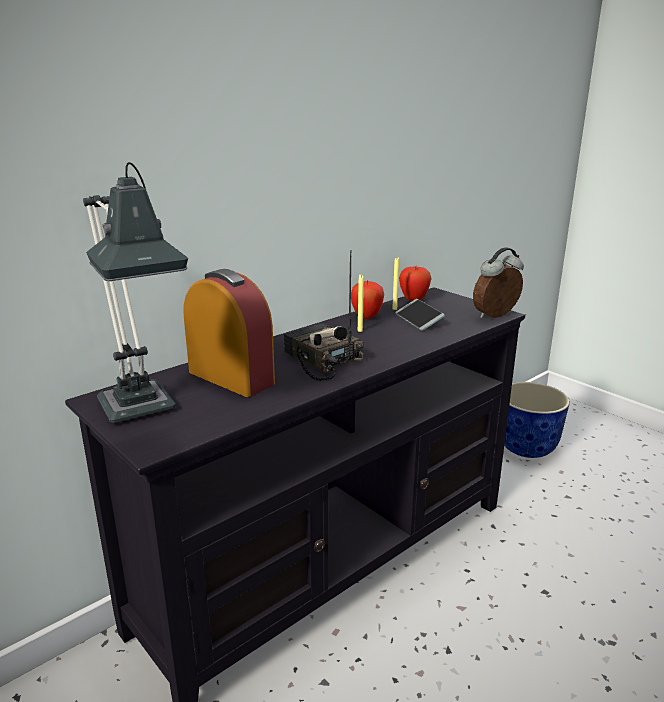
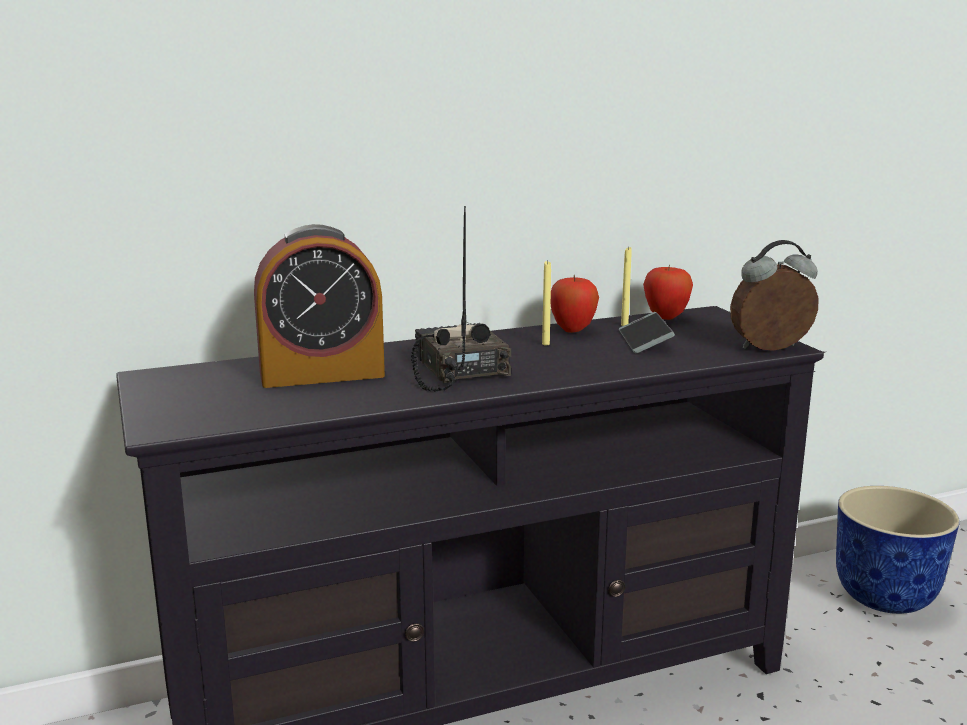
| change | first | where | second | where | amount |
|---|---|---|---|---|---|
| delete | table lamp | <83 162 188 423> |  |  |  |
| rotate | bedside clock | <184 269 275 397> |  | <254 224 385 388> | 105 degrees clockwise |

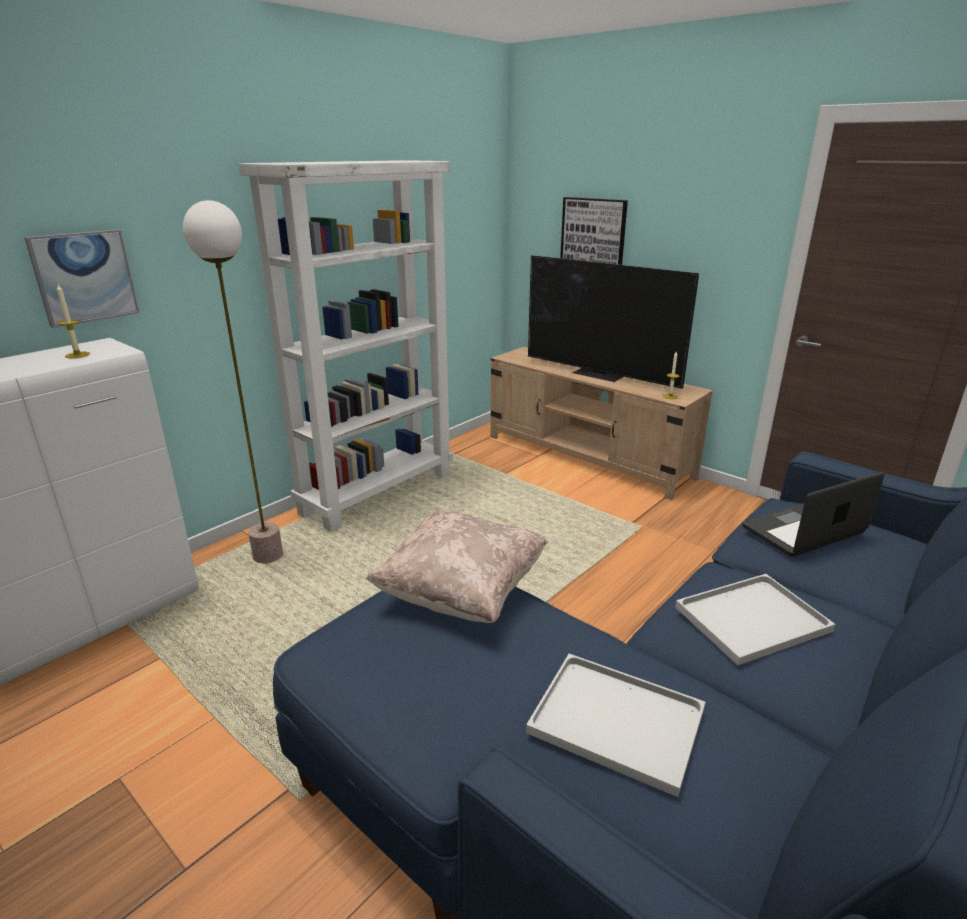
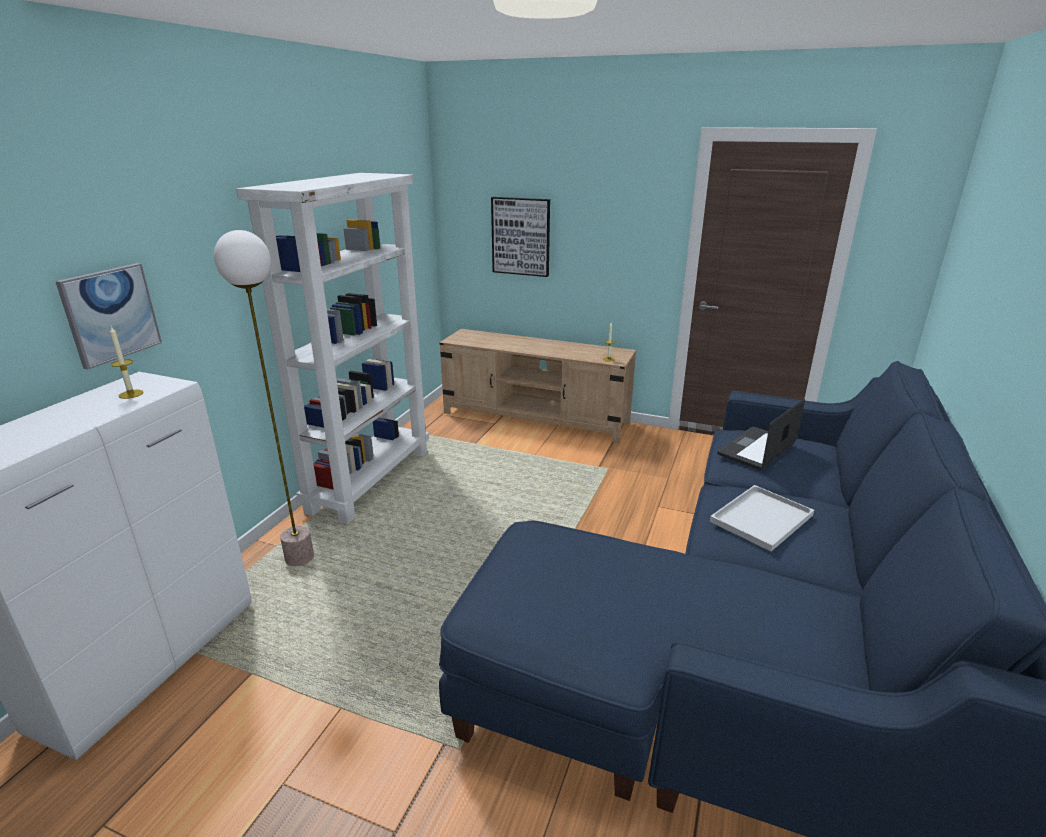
| change | first | where | second | where | amount |
|---|---|---|---|---|---|
| delete | pillow in sand-coloured | <366 510 548 623> |  |  |  |
| delete | carrying tray in whitish | <526 654 705 797> |  |  |  |
| delete | TV set | <528 255 699 389> |  |  |  |

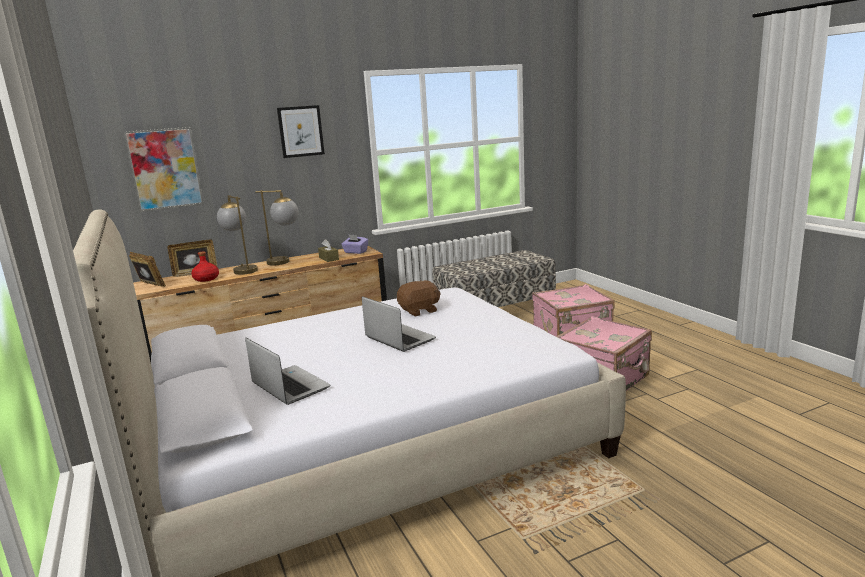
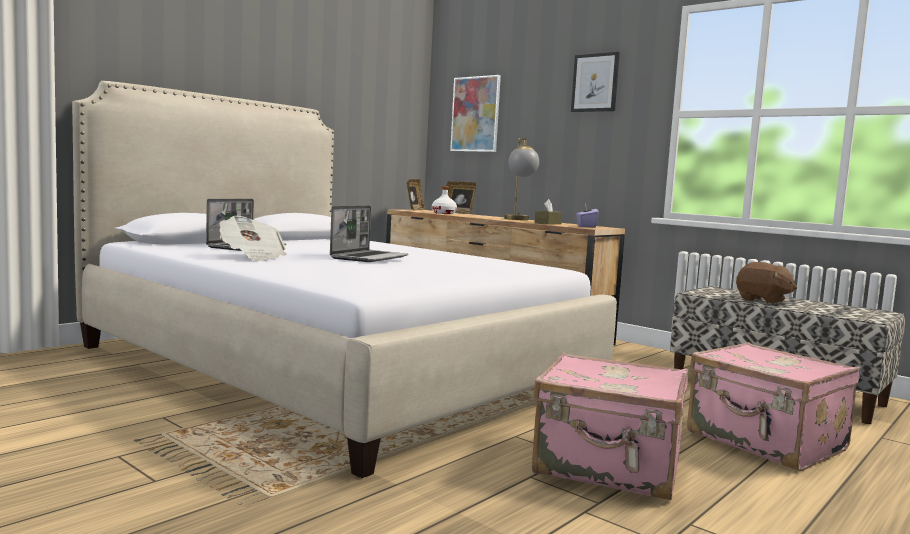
| change | first | where | second | where | amount |
|---|---|---|---|---|---|
| delete | table lamp | <217 195 258 275> |  |  |  |
| insert |  |  | printed paper | <219 216 287 261> |  |
| move | cuddly toy in brown-coloured | <397 280 441 316> |  | <736 262 797 304> |  |
| recolor | drink bottle in red | <191 251 219 282> | drink bottle in whitish | <432 186 457 214> |  |

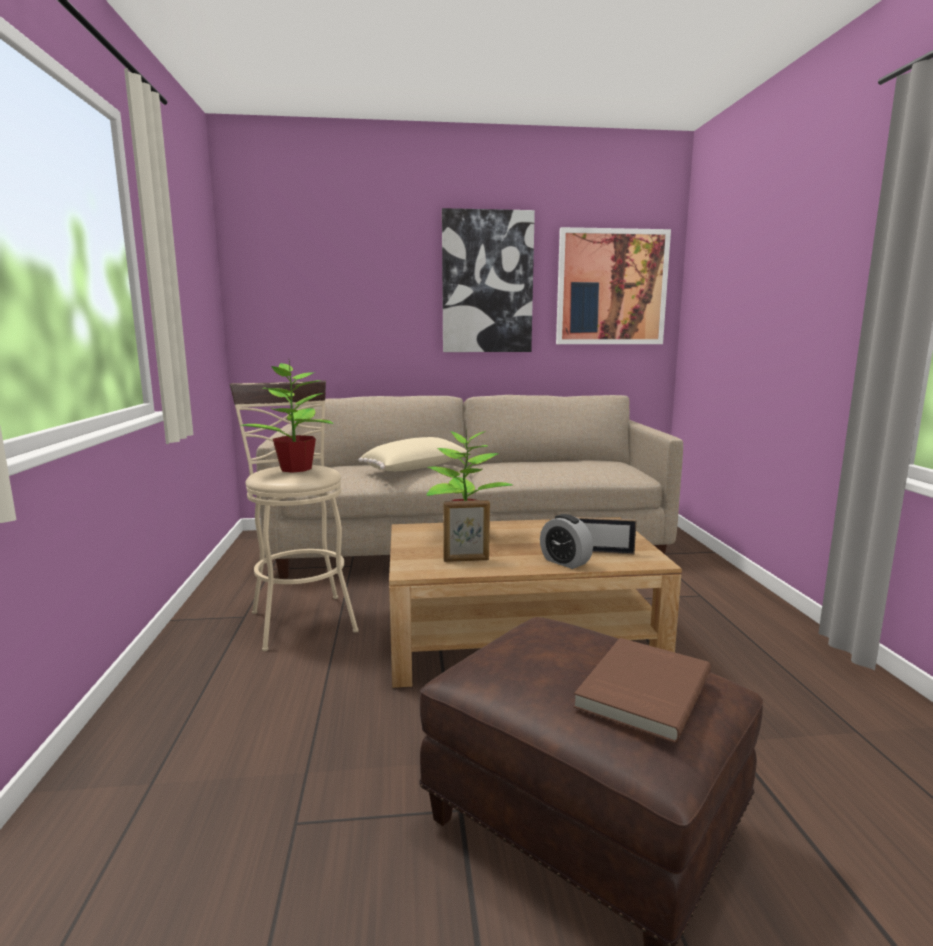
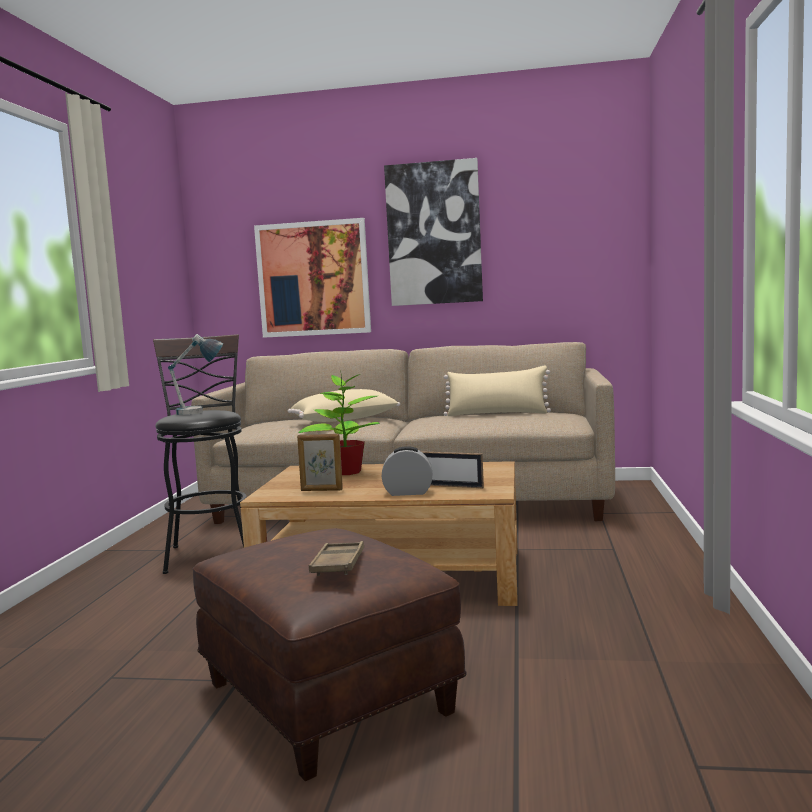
| change | first | where | second | where | amount |
|---|---|---|---|---|---|
| insert |  |  | pillow in sand-coloured | <444 366 551 416> |  |
| move | wall picture | <556 227 671 344> |  | <254 218 371 338> |  |
| replace | houseplant | <240 361 333 473> | table lamp | <168 334 223 415> |  |
| replace | bound book in brown-coloured | <574 638 711 743> | carrying tray in brown-coloured | <309 541 364 576> |  |
| recolor | sitting stool in sand-coloured | <230 381 359 651> | sitting stool in black-coloured | <153 334 247 574> |  |
| rotate | bedside clock | <540 514 593 569> |  | <382 446 432 496> | 120 degrees clockwise |

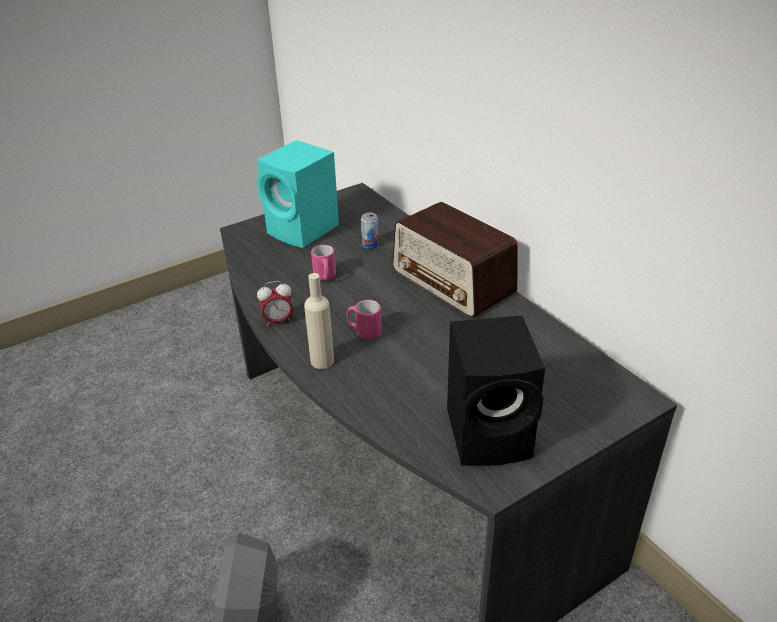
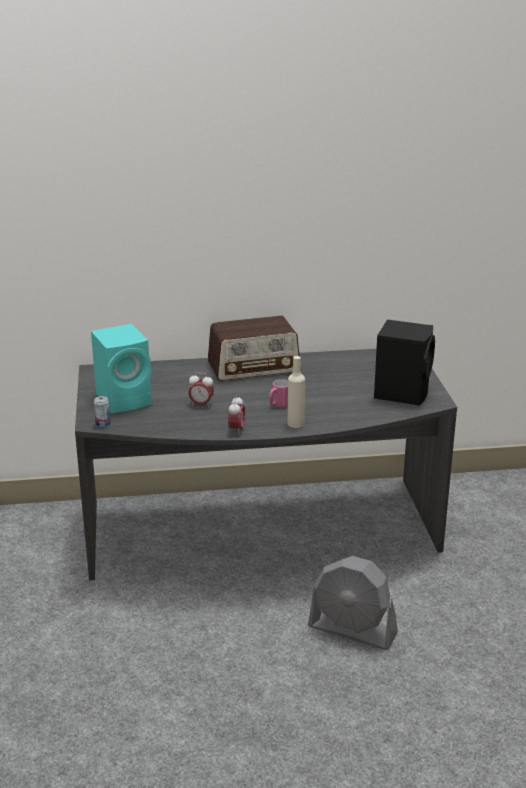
| change | first | where | second | where | amount |
|---|---|---|---|---|---|
| move | sealed can | <361 213 379 249> |  | <94 396 111 428> |  |
| replace | tea mug in pink-coloured | <311 245 336 281> | bedside clock | <188 372 214 407> |  |

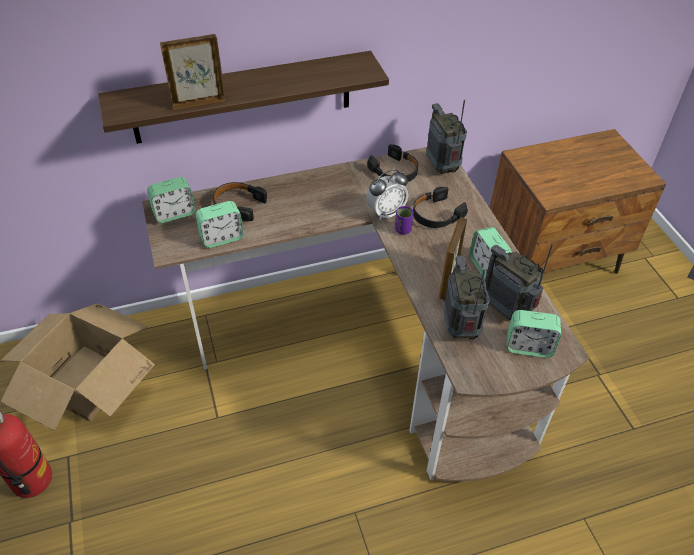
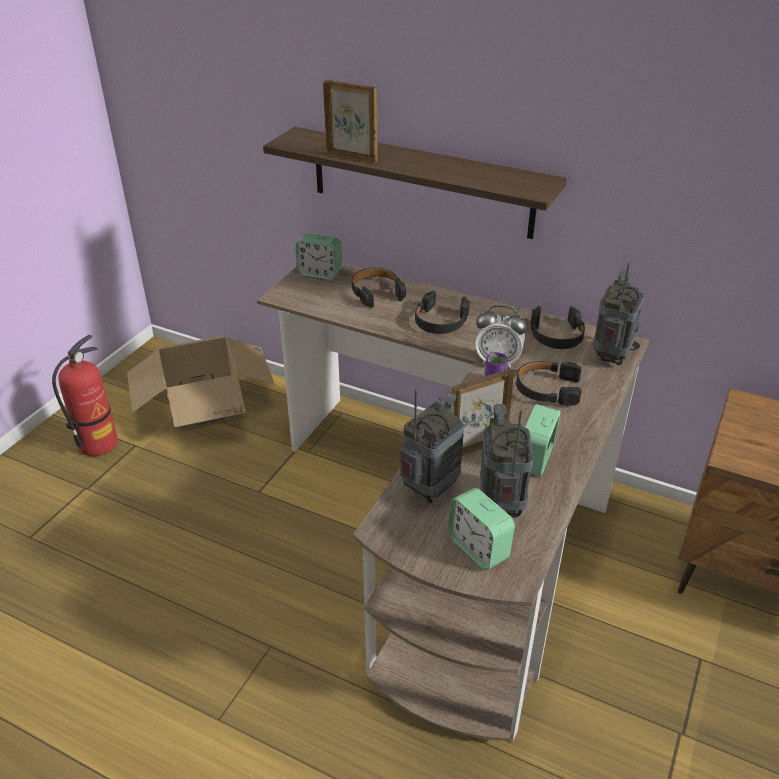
| change | first | where | second | where | amount |
|---|---|---|---|---|---|
| delete | bedside clock | <196 201 244 248> |  |  |  |
| insert |  |  | headset in black-coloured | <415 291 470 334> |  |

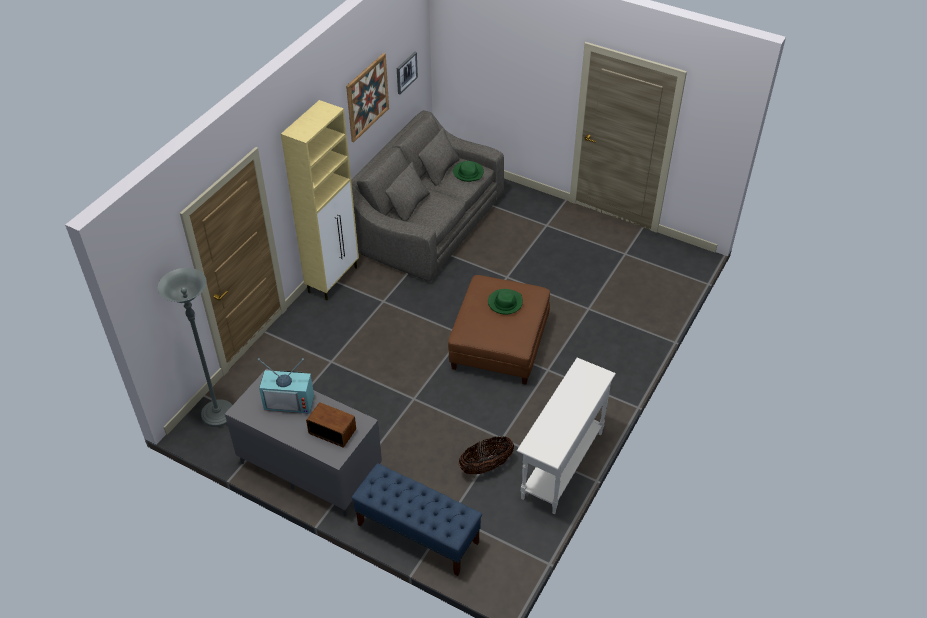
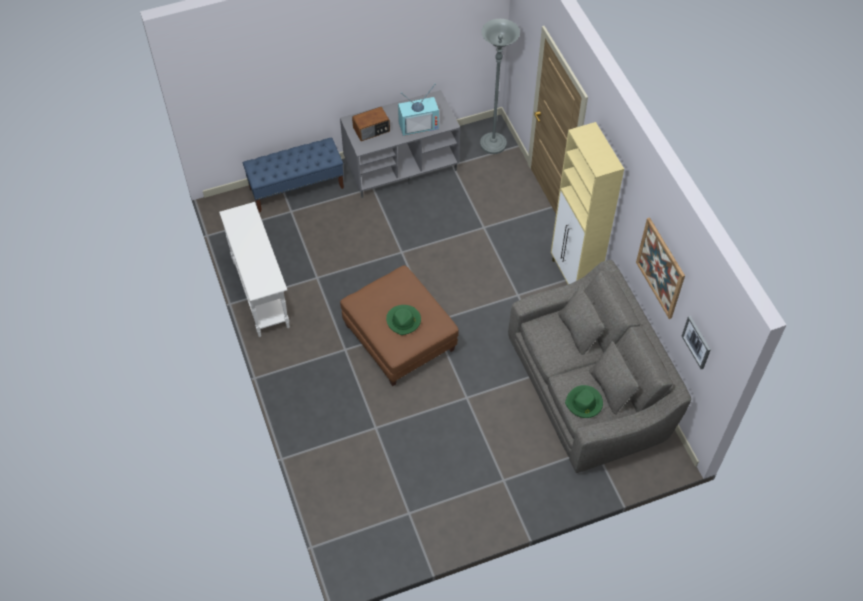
| change | first | where | second | where | amount |
|---|---|---|---|---|---|
| delete | basket | <459 436 514 474> |  |  |  |
| rotate | TV set | <258 358 314 414> |  | <398 83 439 136> | 150 degrees counterclockwise |

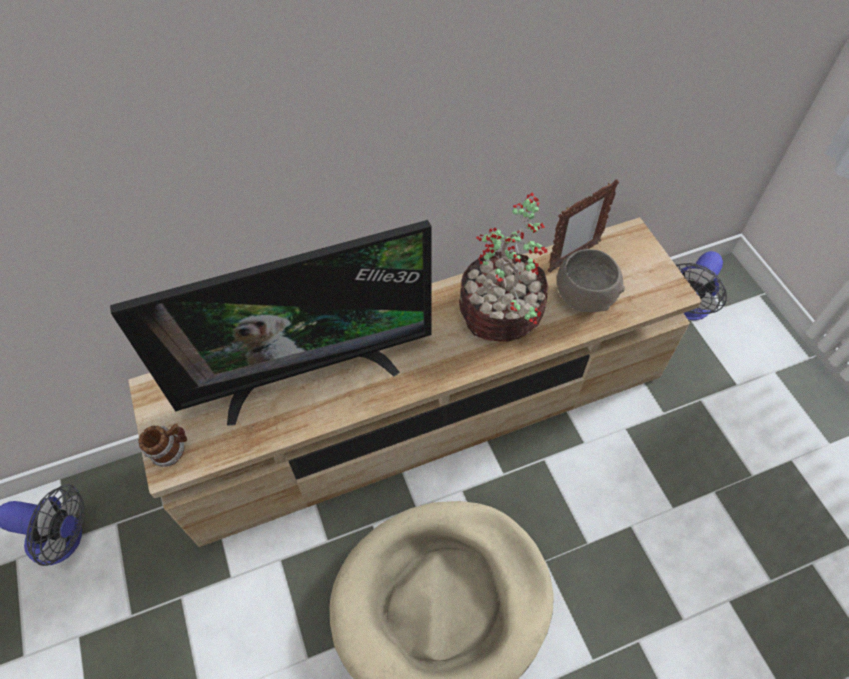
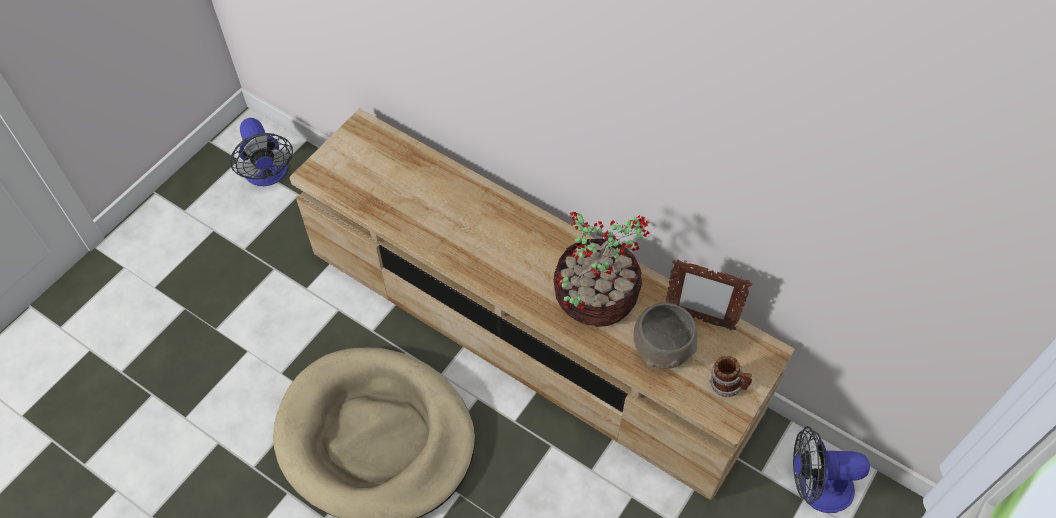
| change | first | where | second | where | amount |
|---|---|---|---|---|---|
| delete | TV set | <110 220 432 425> |  |  |  |
| move | tea mug | <138 424 187 467> |  | <710 356 752 397> |  |

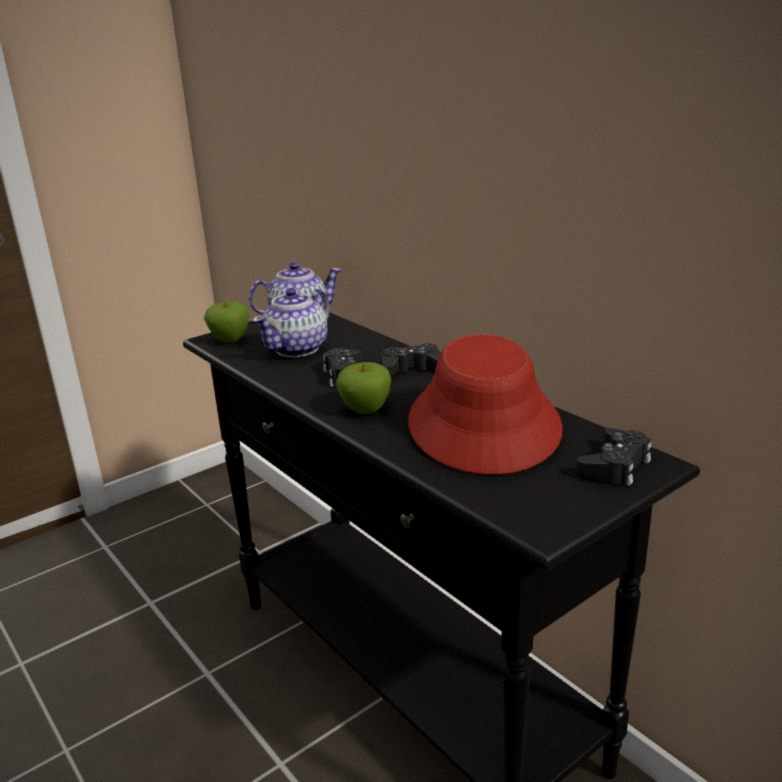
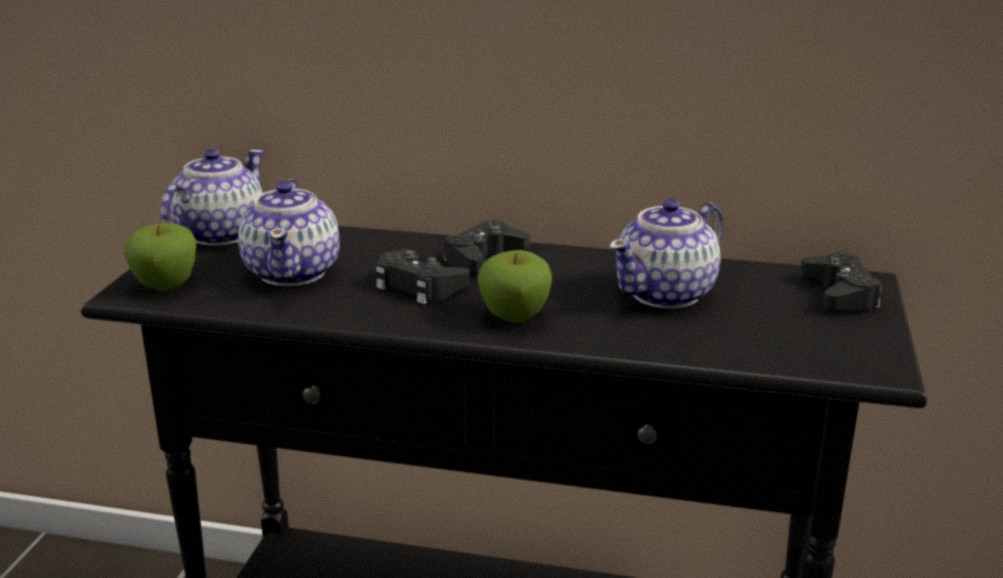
| change | first | where | second | where | amount |
|---|---|---|---|---|---|
| replace | hat in red | <408 334 563 475> | pot for tea | <609 199 723 309> |  |

